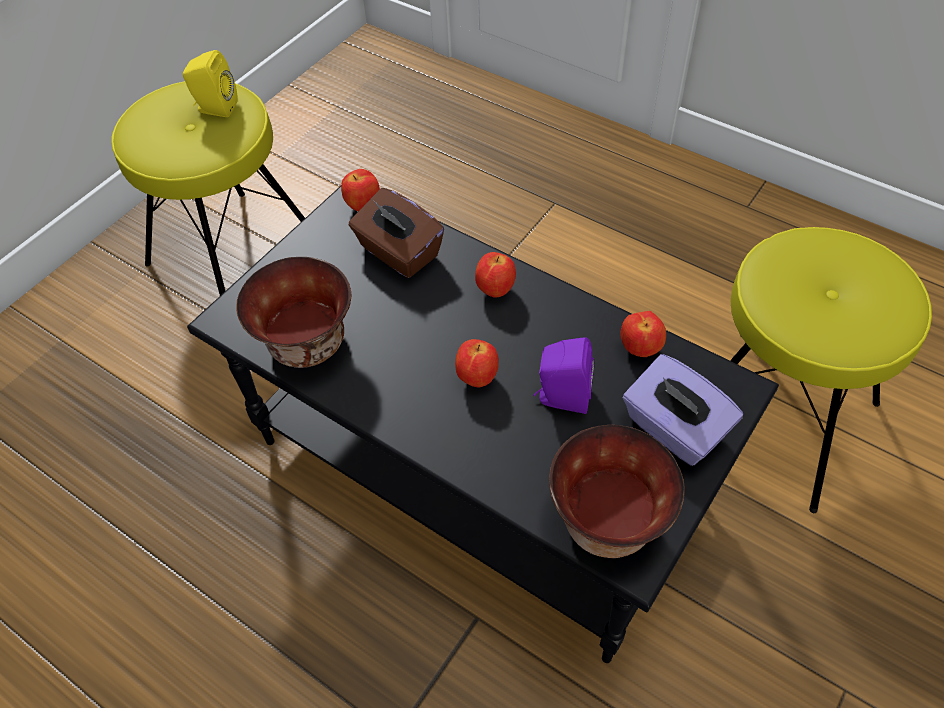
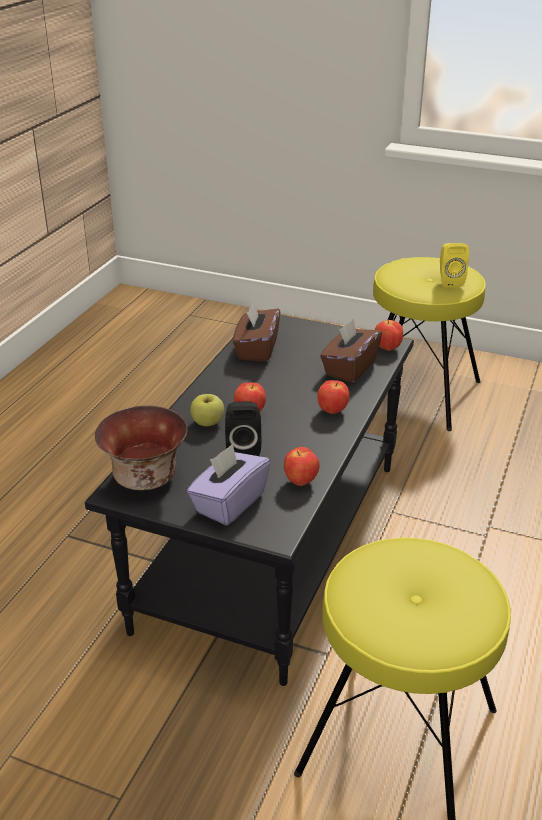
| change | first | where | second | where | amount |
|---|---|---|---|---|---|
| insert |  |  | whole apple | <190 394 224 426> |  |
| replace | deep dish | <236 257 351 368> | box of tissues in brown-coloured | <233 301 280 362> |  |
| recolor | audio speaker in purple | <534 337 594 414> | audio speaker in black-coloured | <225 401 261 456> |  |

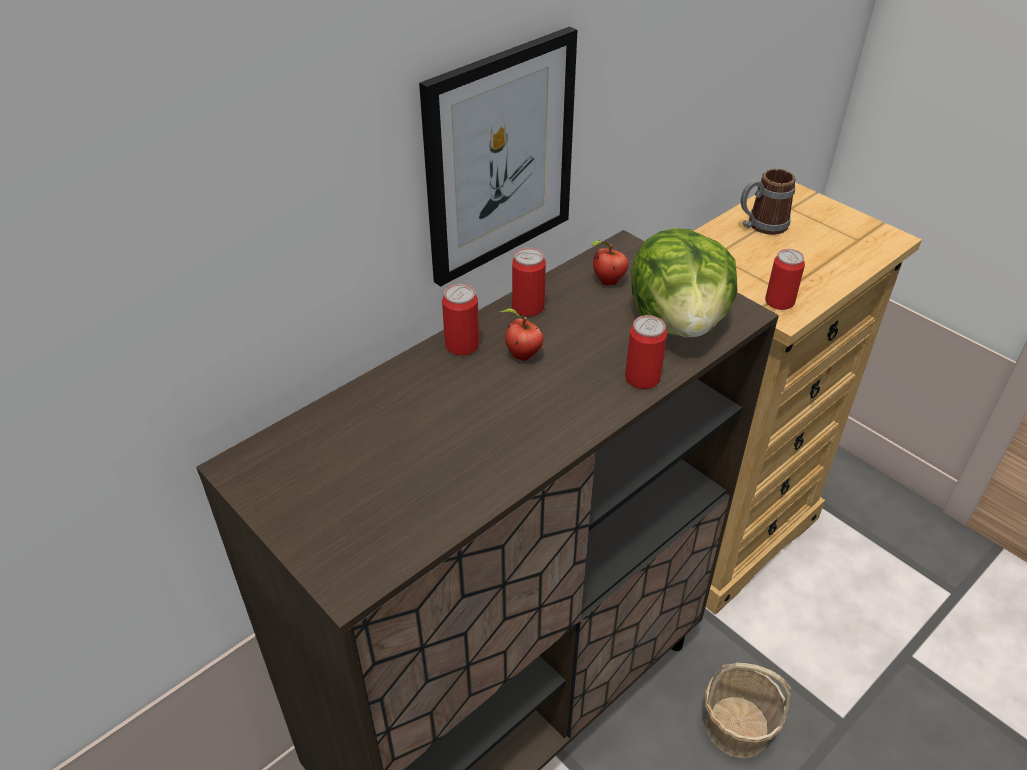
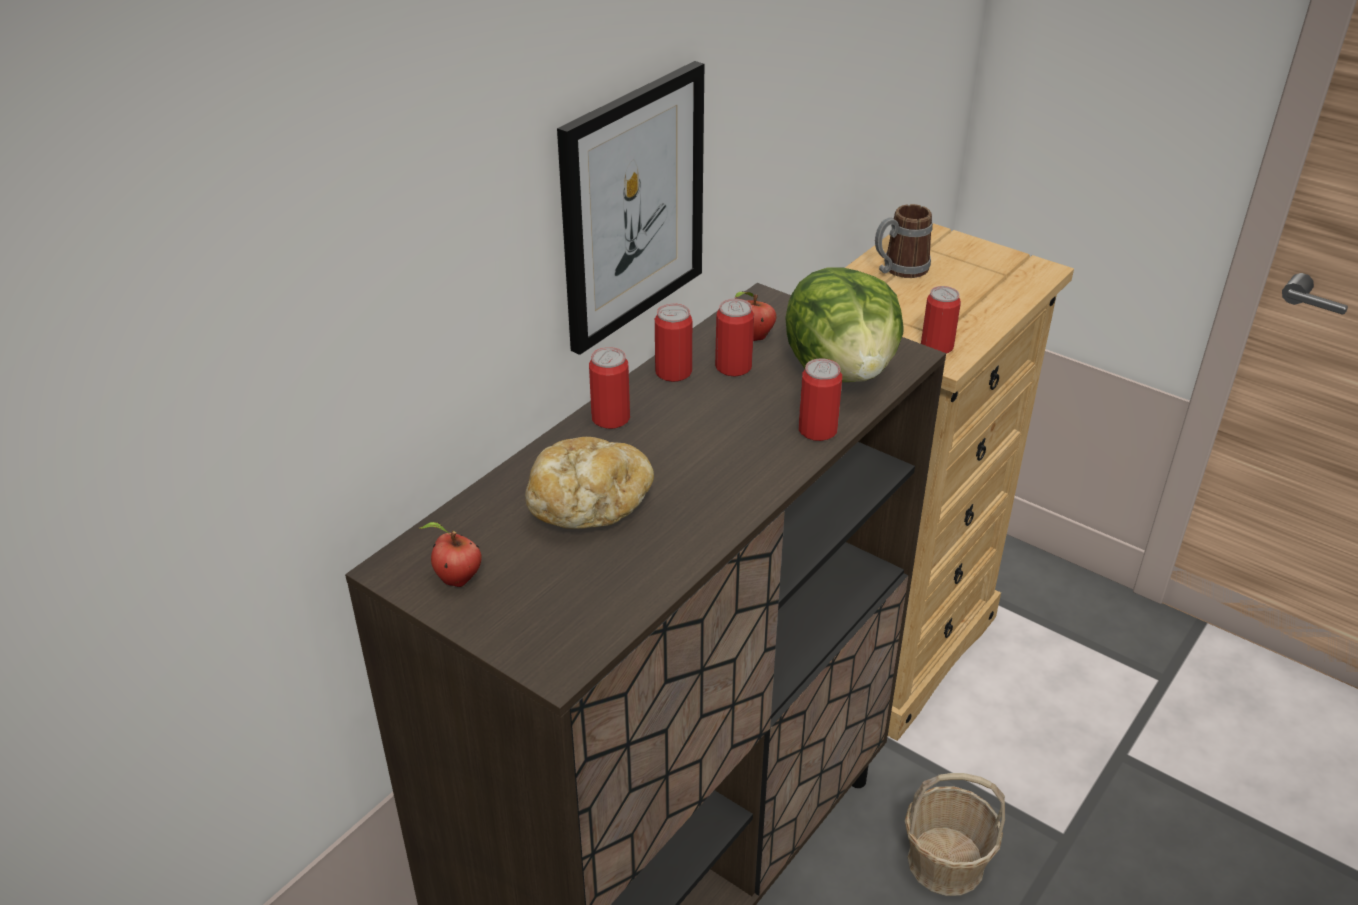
| change | first | where | second | where | amount |
|---|---|---|---|---|---|
| insert |  |  | bakery bread | <525 437 654 529> |  |
| insert |  |  | sealed can | <715 299 754 377> |  |
| move | whole apple | <500 308 544 361> |  | <419 522 482 587> |  |

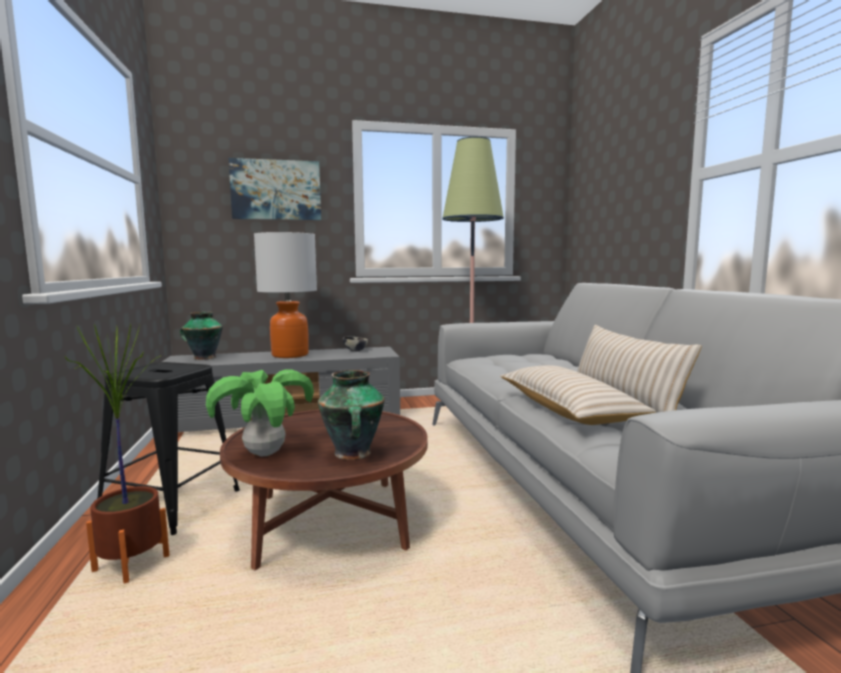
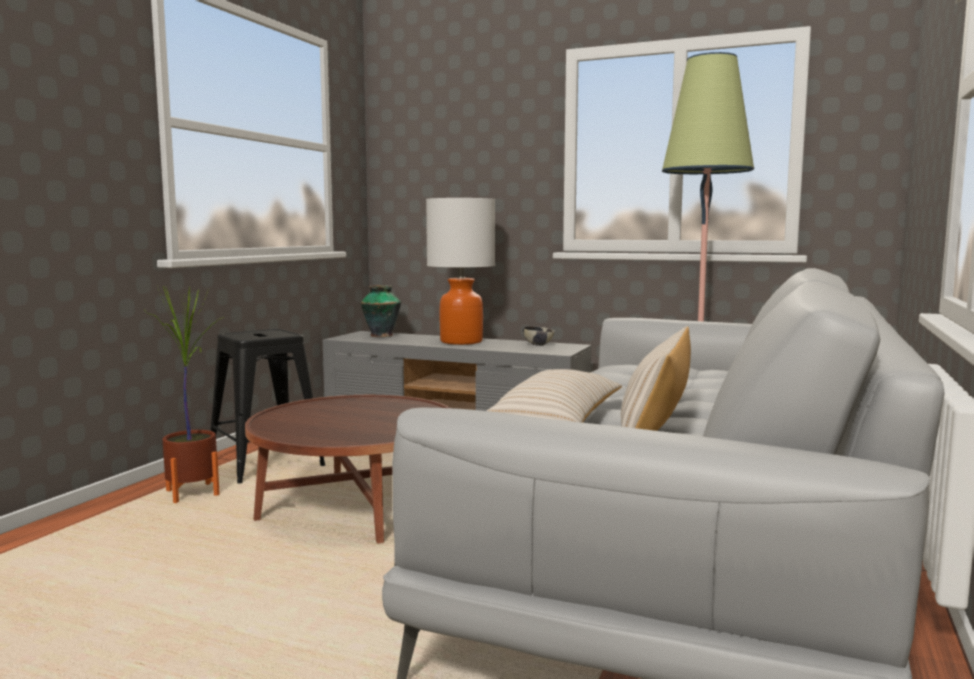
| change | first | where | second | where | amount |
|---|---|---|---|---|---|
| delete | houseplant | <206 369 314 457> |  |  |  |
| delete | wall picture | <228 158 321 220> |  |  |  |
| delete | flower vase | <318 370 385 460> |  |  |  |

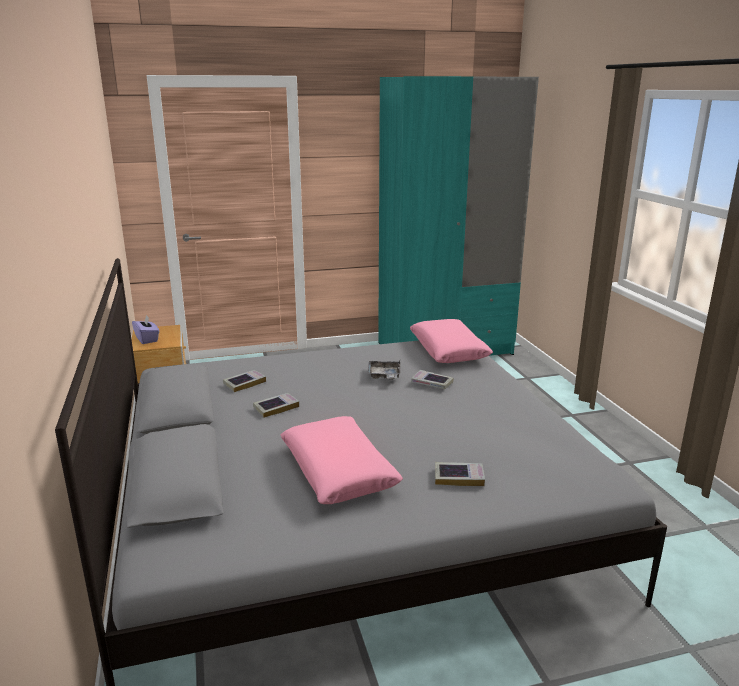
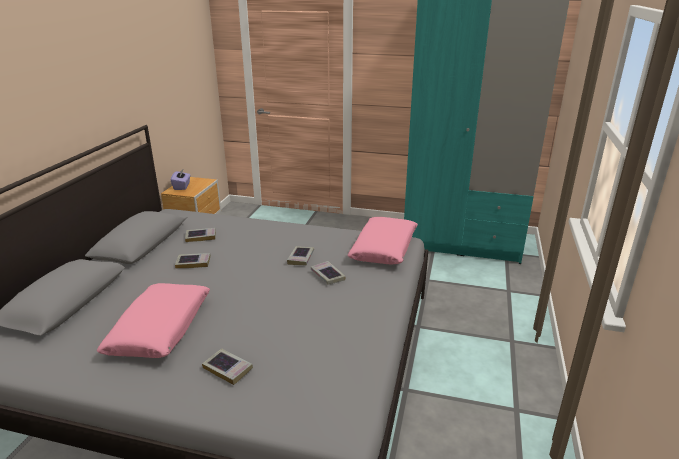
| change | first | where | second | where | amount |
|---|---|---|---|---|---|
| replace | carrying tray in grey | <368 361 400 379> | bound book | <287 246 314 265> |  |

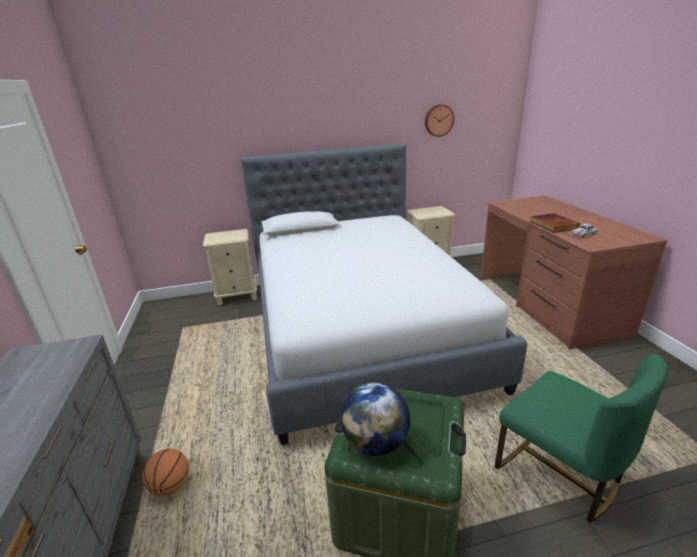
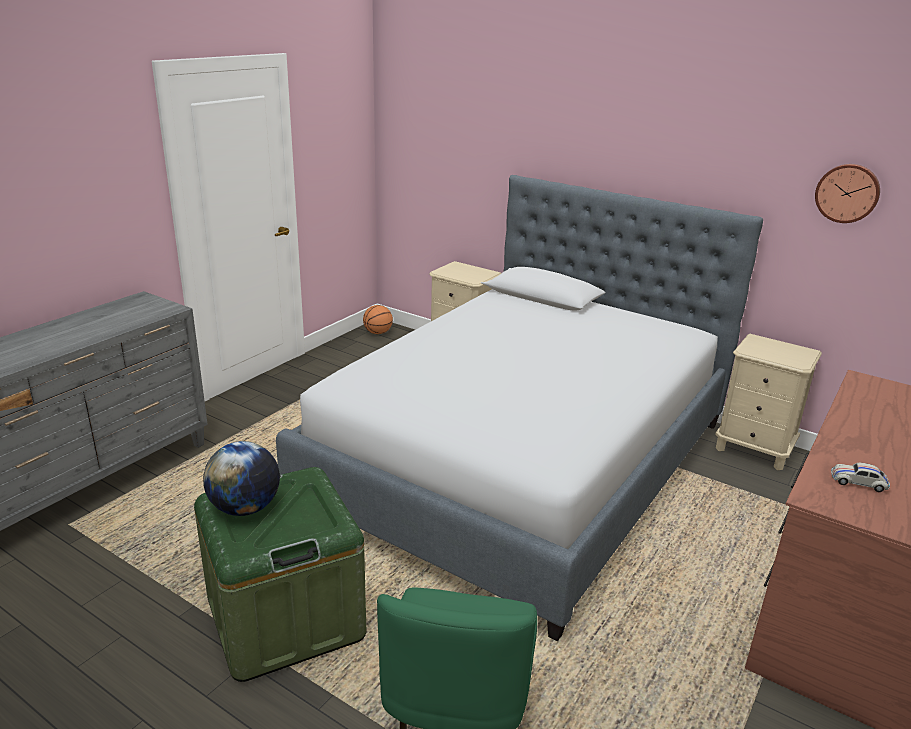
| change | first | where | second | where | amount |
|---|---|---|---|---|---|
| delete | bound book | <530 213 580 233> |  |  |  |
| move | ball for basketball | <142 449 189 496> |  | <363 305 393 334> |  |

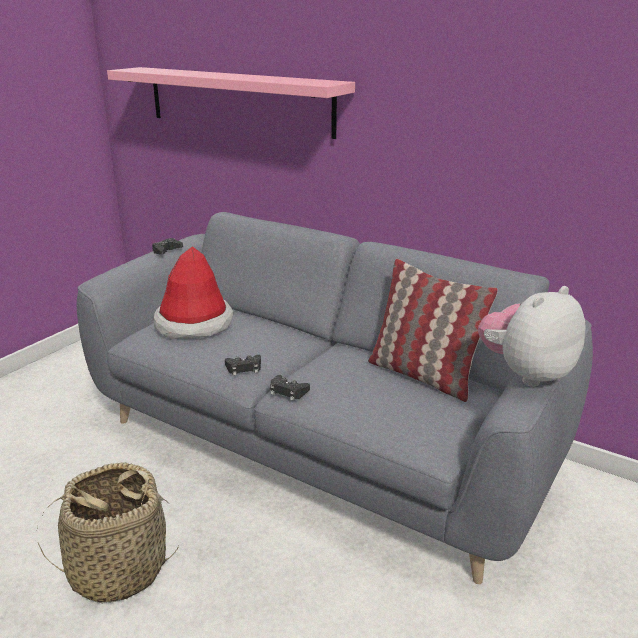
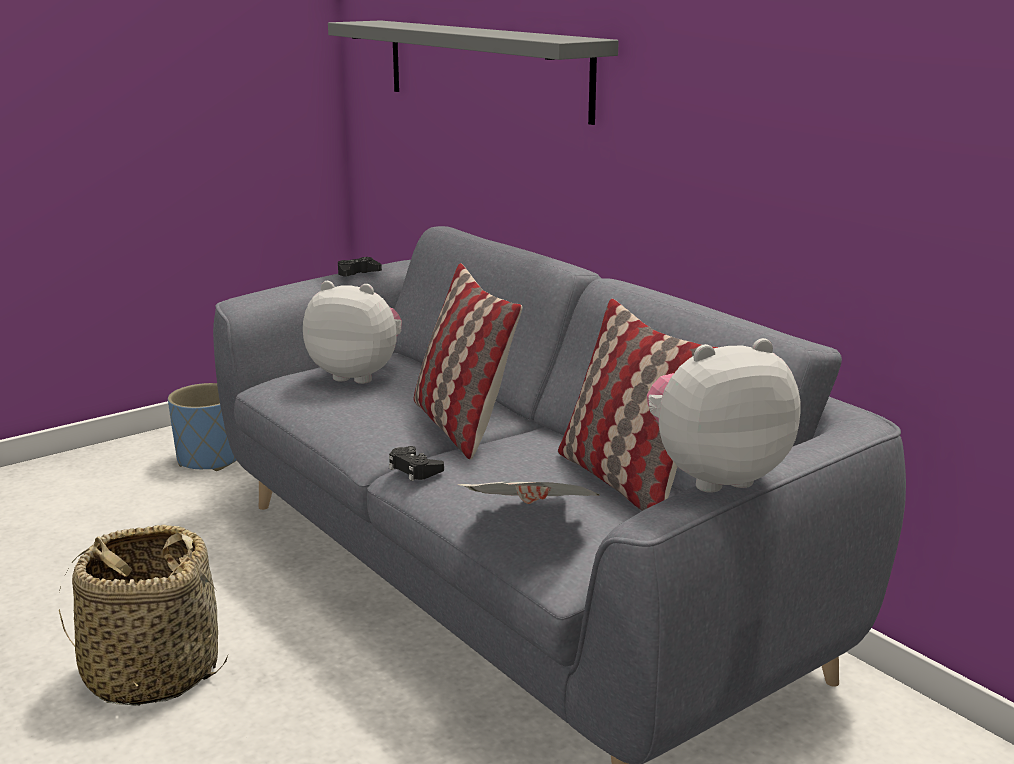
| change | first | where | second | where | amount |
|---|---|---|---|---|---|
| delete | gamepad in black-coloured | <225 355 261 376> |  |  |  |
| insert |  |  | plant pot in blue | <168 383 237 471> |  |
| insert |  |  | pillow | <414 263 522 460> |  |
| insert |  |  | printed paper | <458 481 600 504> |  |
| replace | hat | <154 246 234 339> | cuddly toy | <303 281 402 384> |  |
| recolor | shelf in pink-coloured | <107 67 355 139> | shelf in grey | <328 20 619 125> |  |

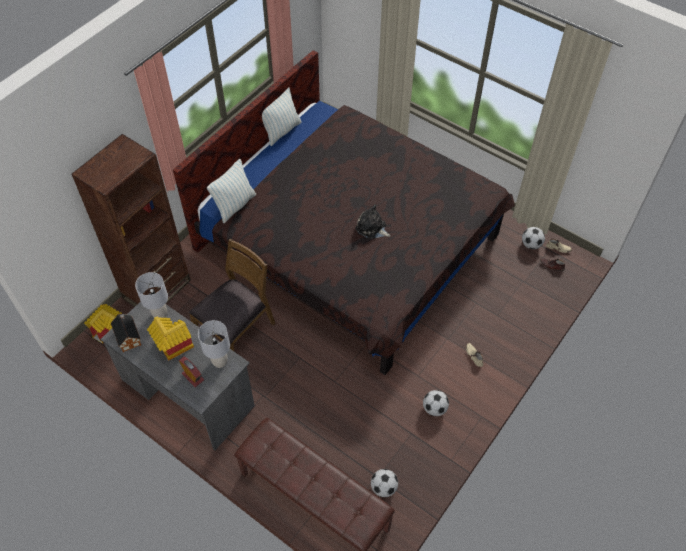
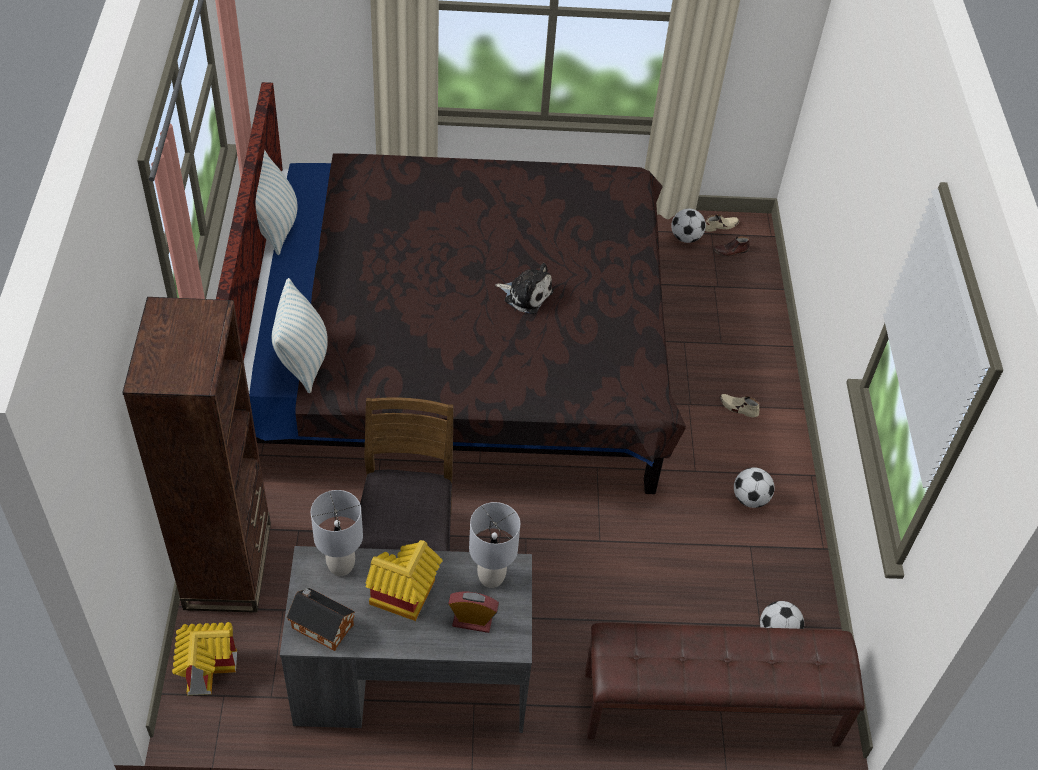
| change | first | where | second | where | amount |
|---|---|---|---|---|---|
| rotate | cuddly toy | <355 204 391 239> |  | <495 263 553 314> | 150 degrees counterclockwise |

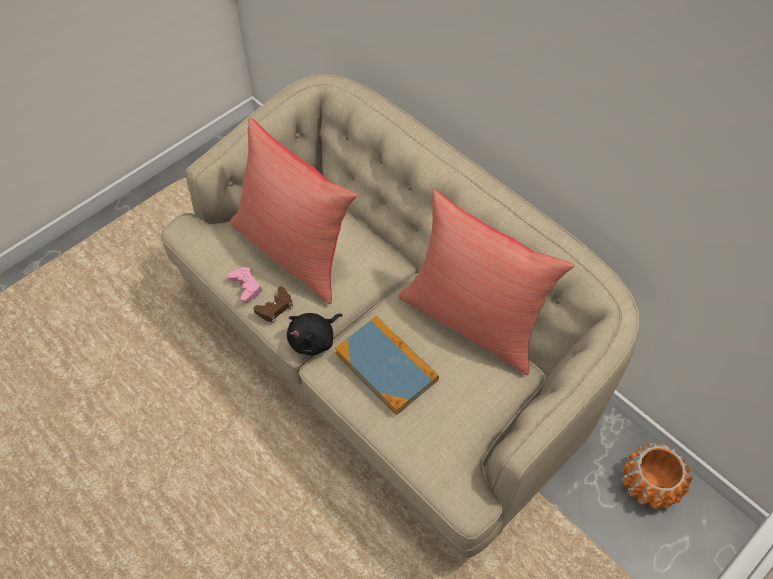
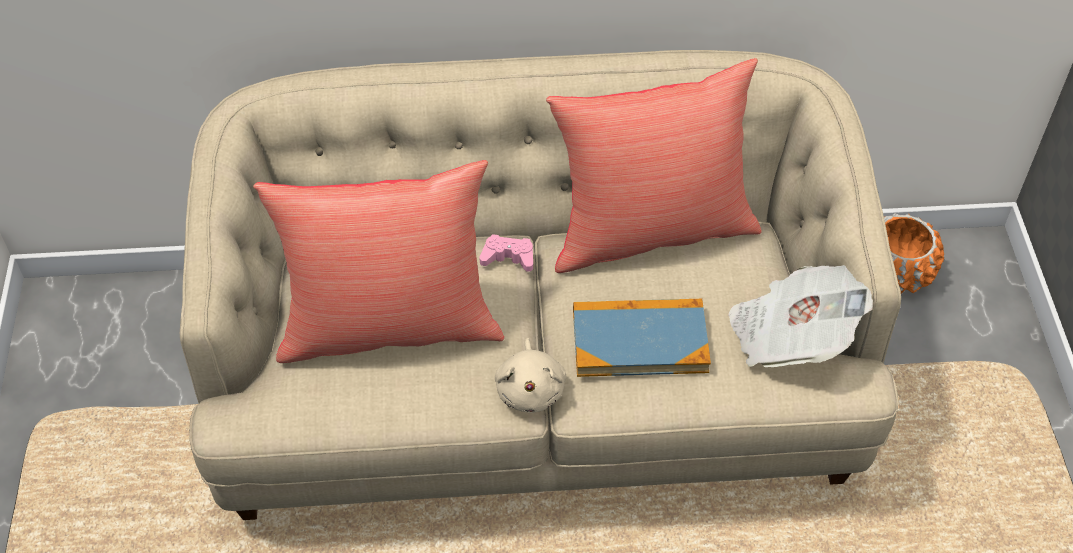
| change | first | where | second | where | amount |
|---|---|---|---|---|---|
| delete | gamepad in brown-coloured | <254 287 293 323> |  |  |  |
| insert |  |  | printed paper | <728 265 873 367> |  |
| move | gamepad in pink-coloured | <227 267 262 303> |  | <479 234 533 272> |  |
| recolor | cuddly toy in black-coloured | <287 313 343 355> | cuddly toy in sand-coloured | <495 338 566 413> |  |

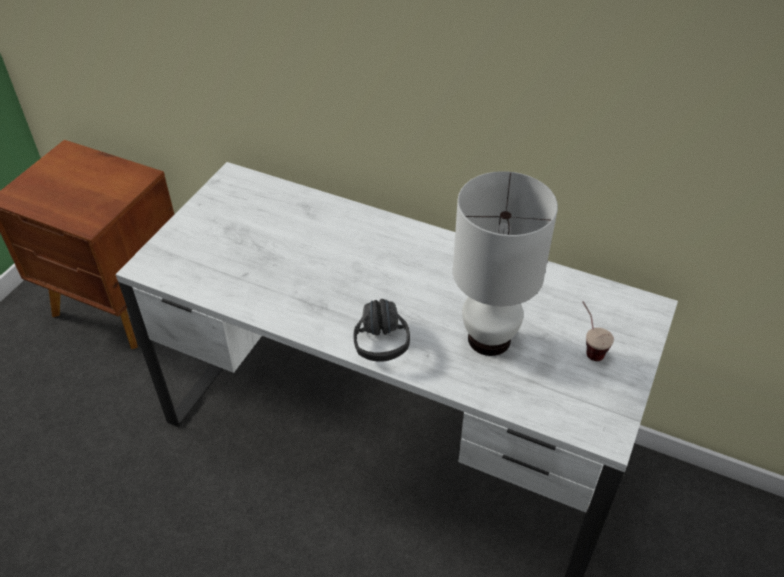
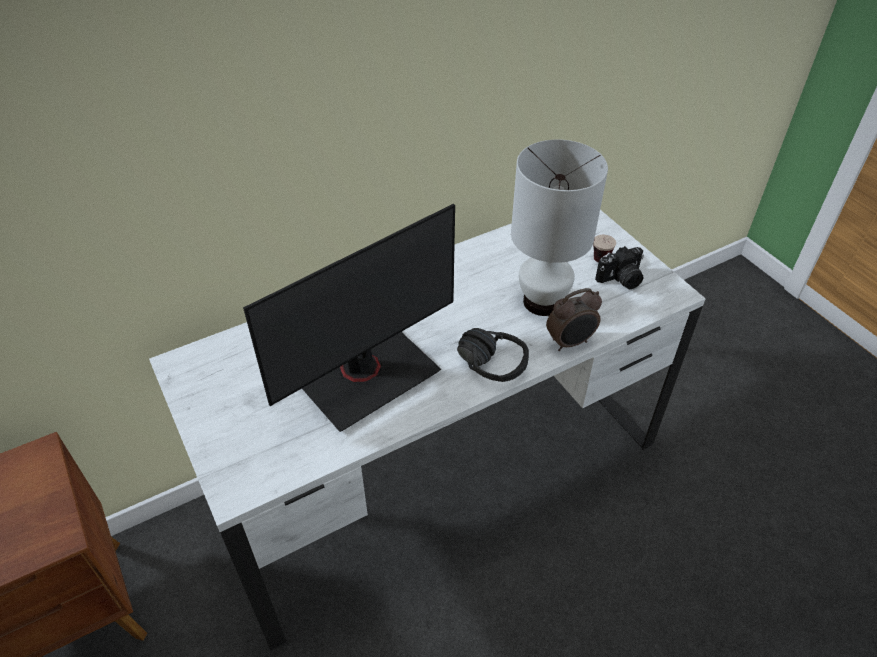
| change | first | where | second | where | amount |
|---|---|---|---|---|---|
| insert |  |  | monitor | <243 204 455 432> |  |
| insert |  |  | bedside clock | <546 288 602 351> |  |
| insert |  |  | still camera | <595 246 644 289> |  |

